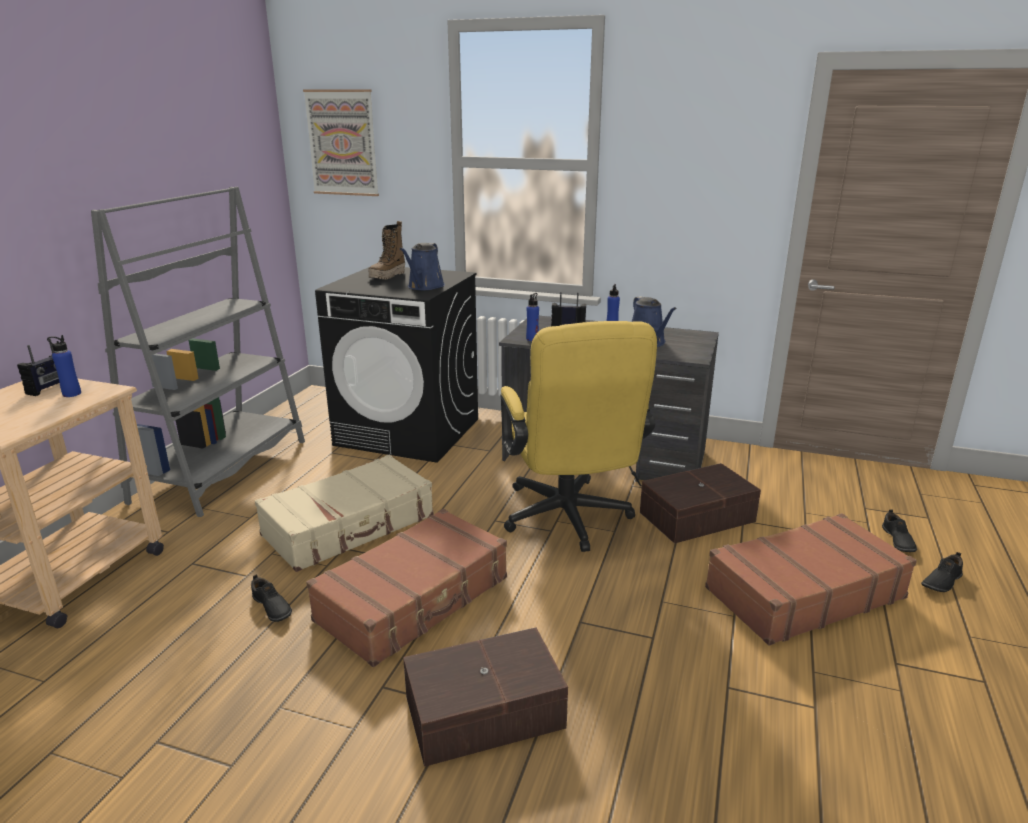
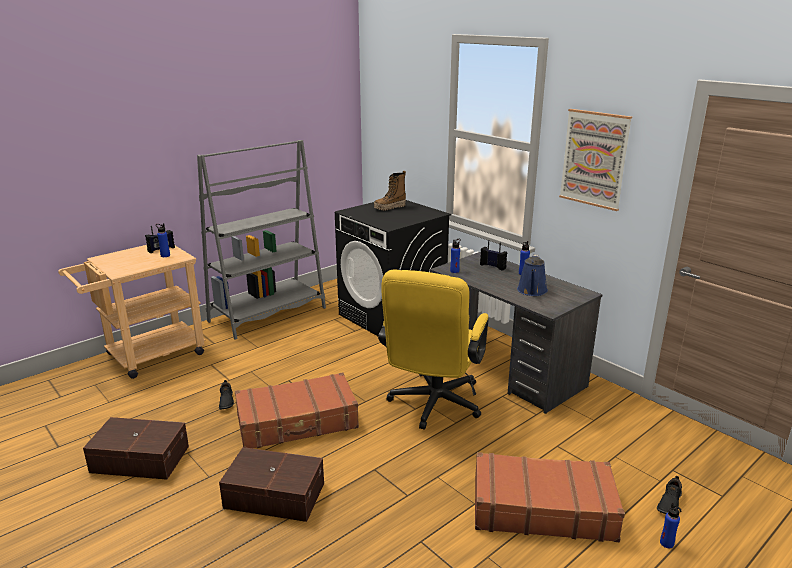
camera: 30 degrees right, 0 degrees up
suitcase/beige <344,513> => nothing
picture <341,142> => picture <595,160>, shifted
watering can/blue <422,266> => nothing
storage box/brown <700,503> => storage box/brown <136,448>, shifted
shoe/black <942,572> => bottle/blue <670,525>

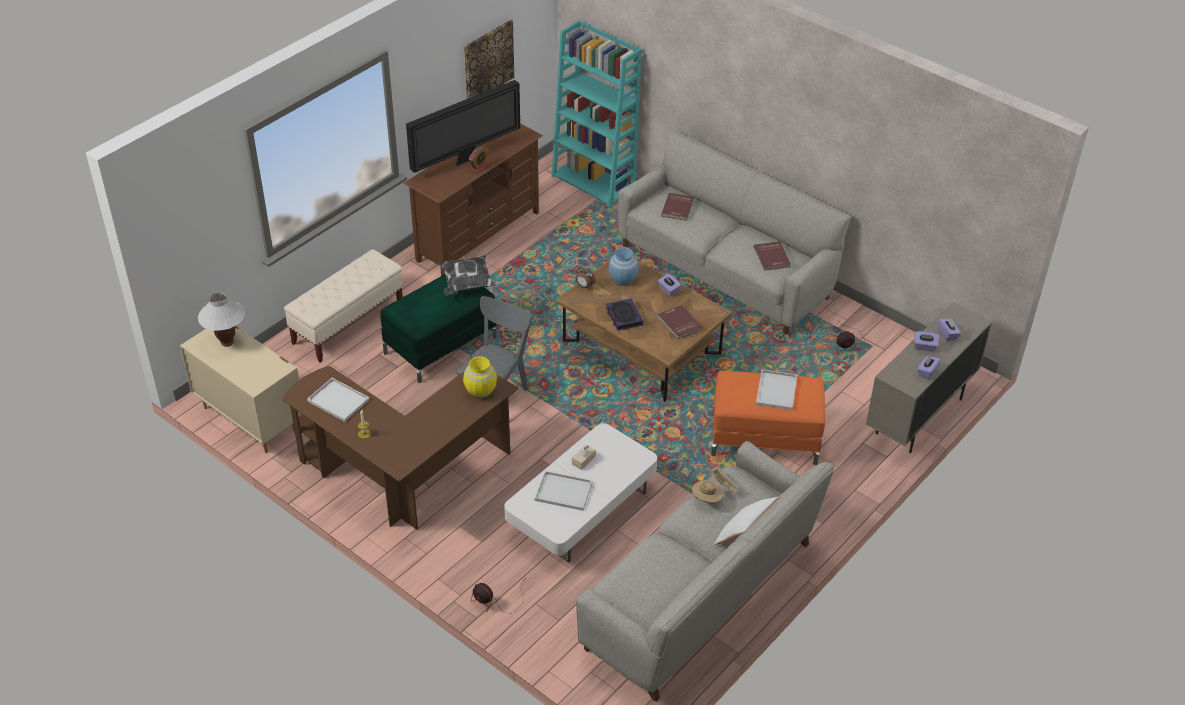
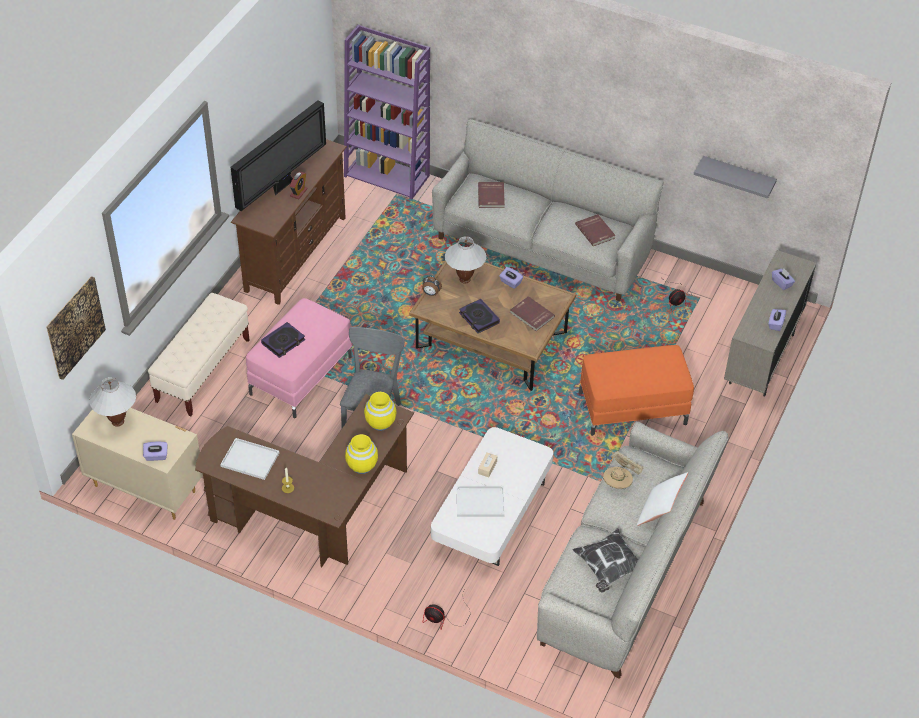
camera: 15 degrees left, 5 degrees up
ottoman/green <439,328> => ottoman/pink <299,358>
pillow <467,275> => pillow <605,560>, shifted
picture <489,59> => picture <76,328>, shifted
bookcase/turquoise <596,113> => bookcase/purple <387,112>
vase/blue <623,266> => table lamp/white <465,260>
tray/white <776,390> => nothing
tissue box/purple <926,341> => tissue box/purple <155,451>, shifted
nothing => book <283,340>
nothing => vase/yellow <361,454>
nothing => shelf/grey <735,177>

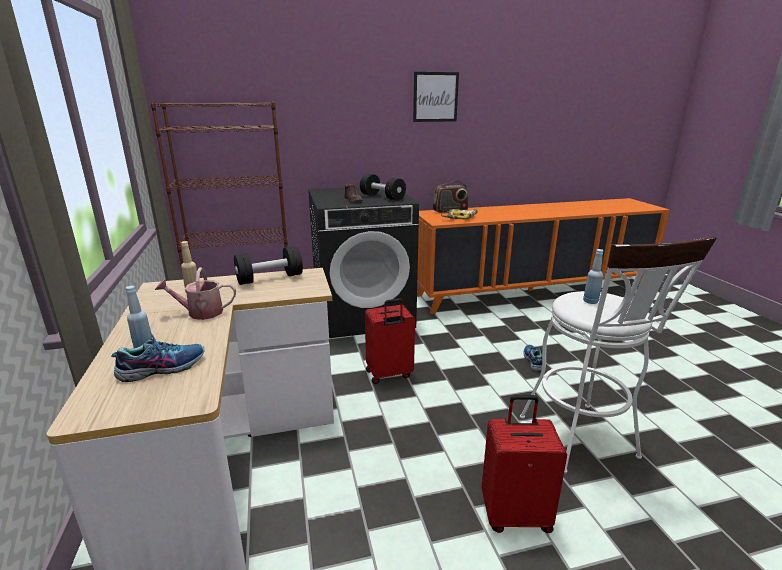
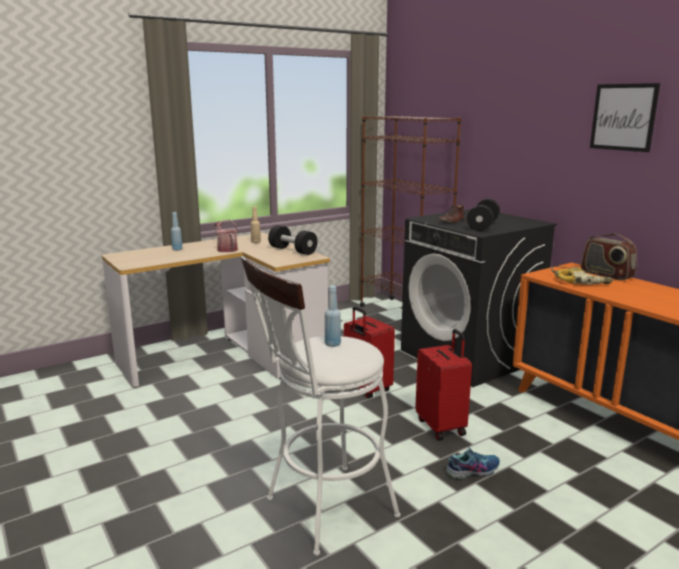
camera: 70 degrees right, 5 degrees down
shoe <158,356> => nothing
suitcase/red <524,464> => suitcase/red <443,385>, shifted

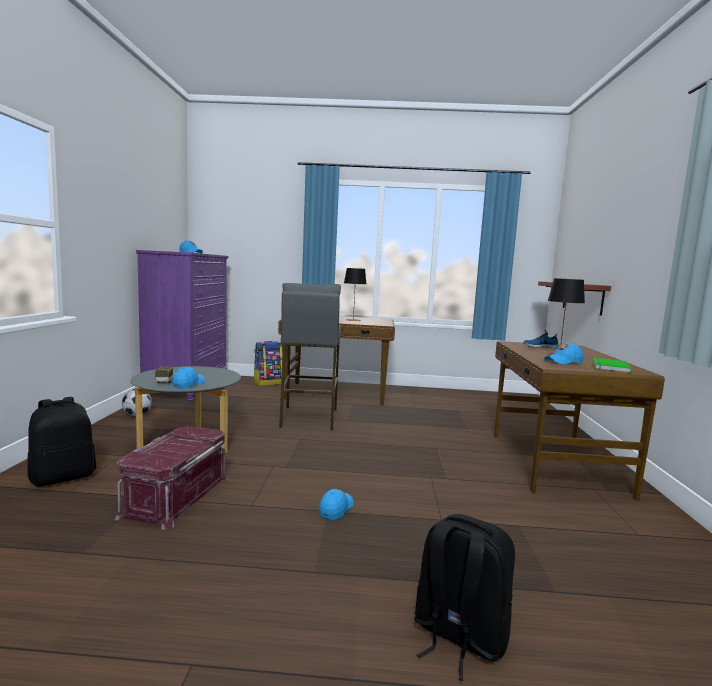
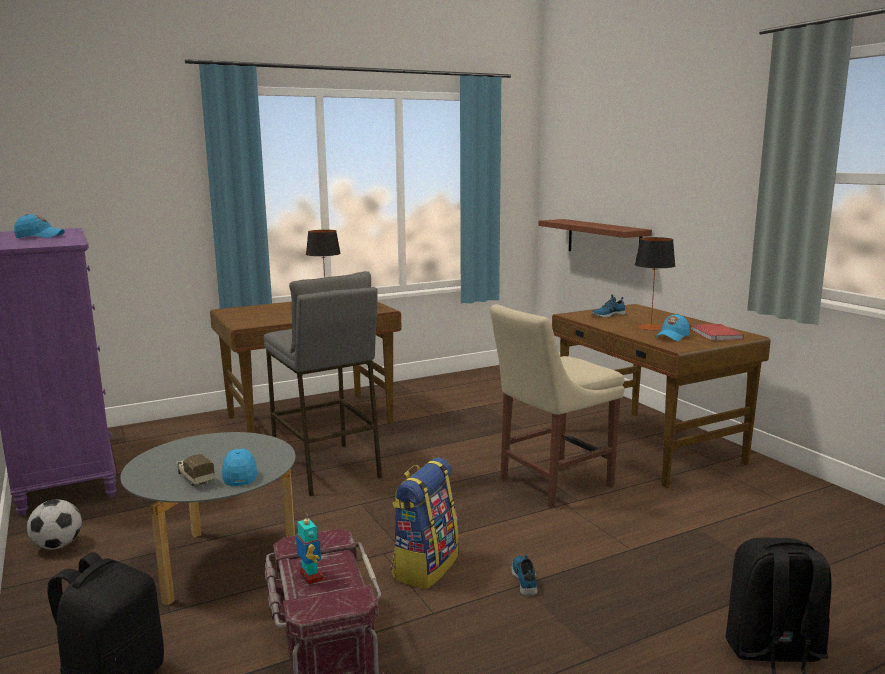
camera: 30 degrees left, 5 degrees up
backpack <268,363> => backpack <425,523>, shifted
cap/blue <336,504> => shoe <525,575>
book/green <612,365> => book/red <717,332>
nothing => toy robot <309,549>
nothing => chair/beige <557,406>

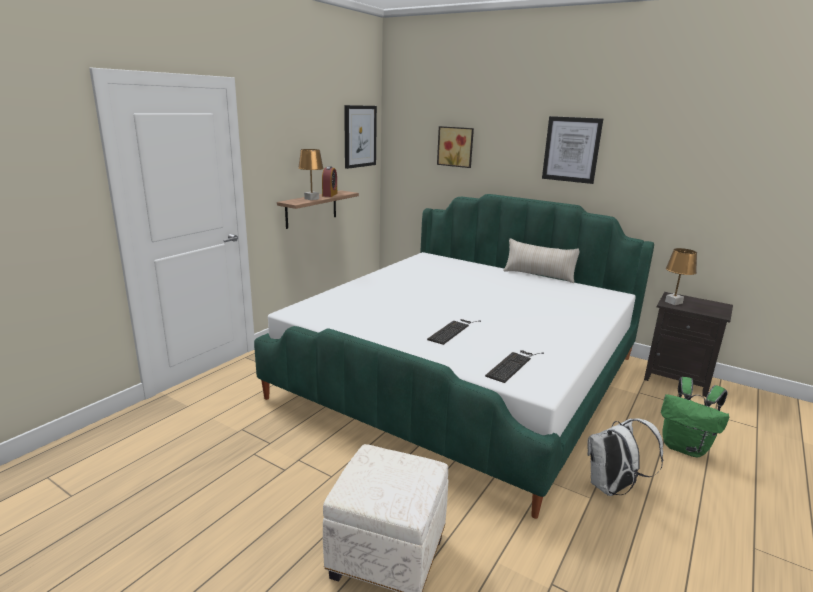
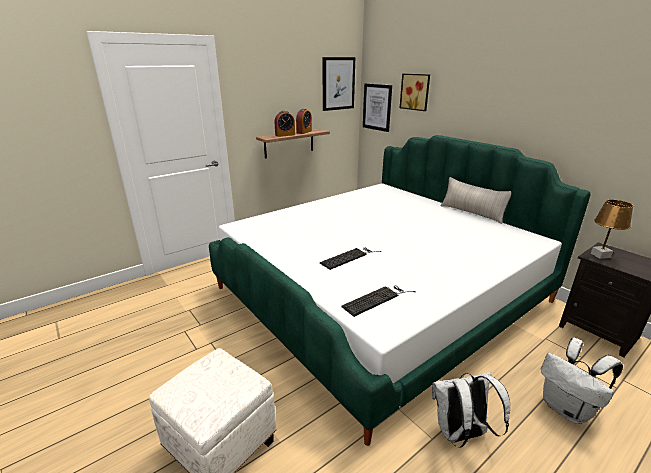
camera: 20 degrees right, 5 degrees up
table lamp/brown <311,174> => alarm clock <285,124>
picture <572,150> => picture <377,107>, shifted
backpack/green <695,417> => backpack/white <582,381>

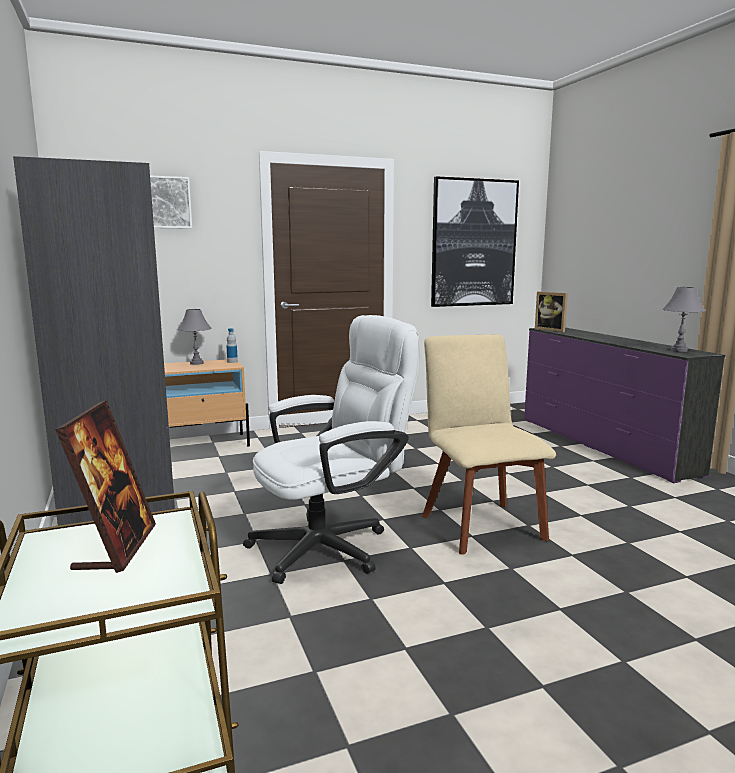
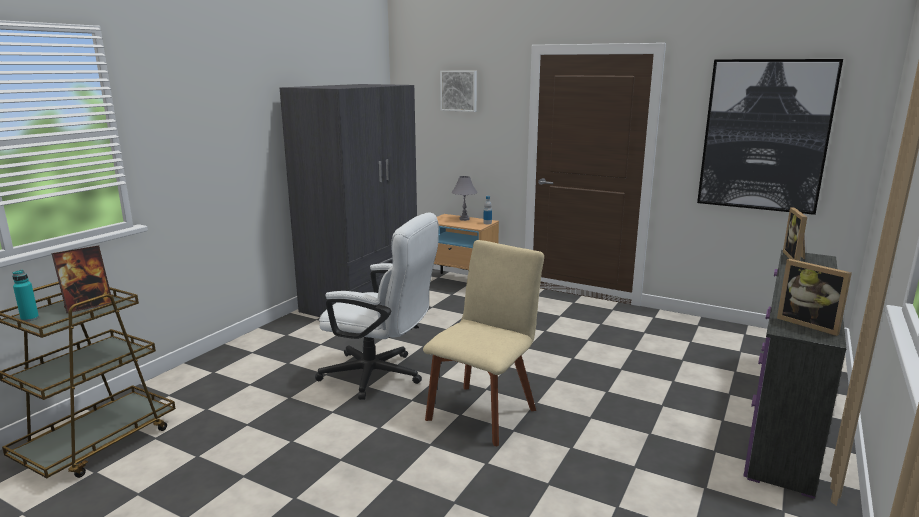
camera: 50 degrees right, 5 degrees up
table lamp/grey <683,319> => picture frame <814,297>
nothing => bottle/turquoise <25,296>

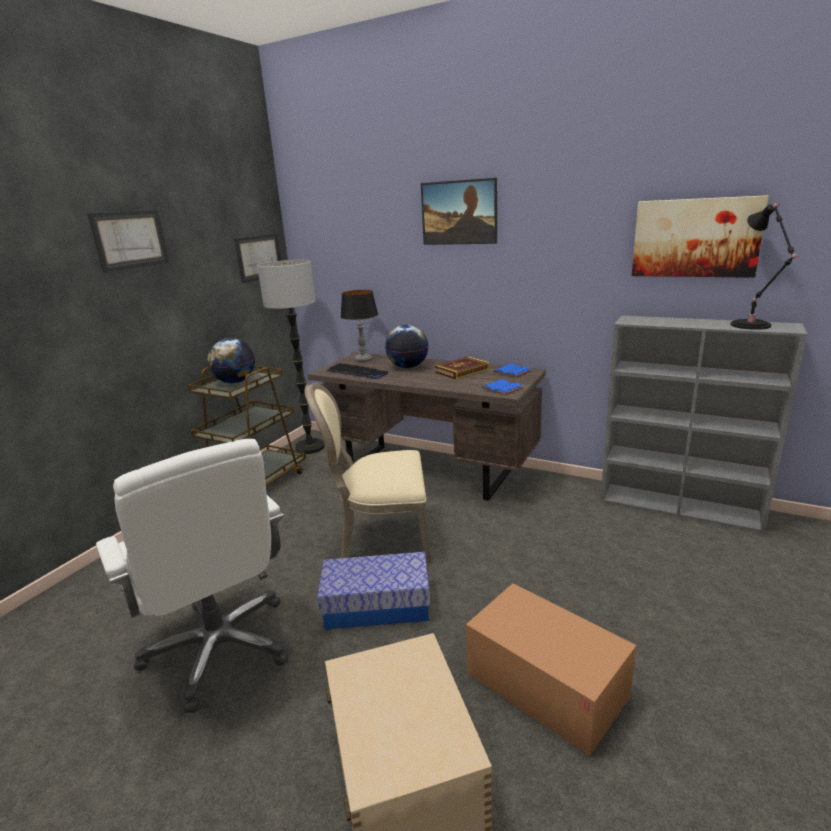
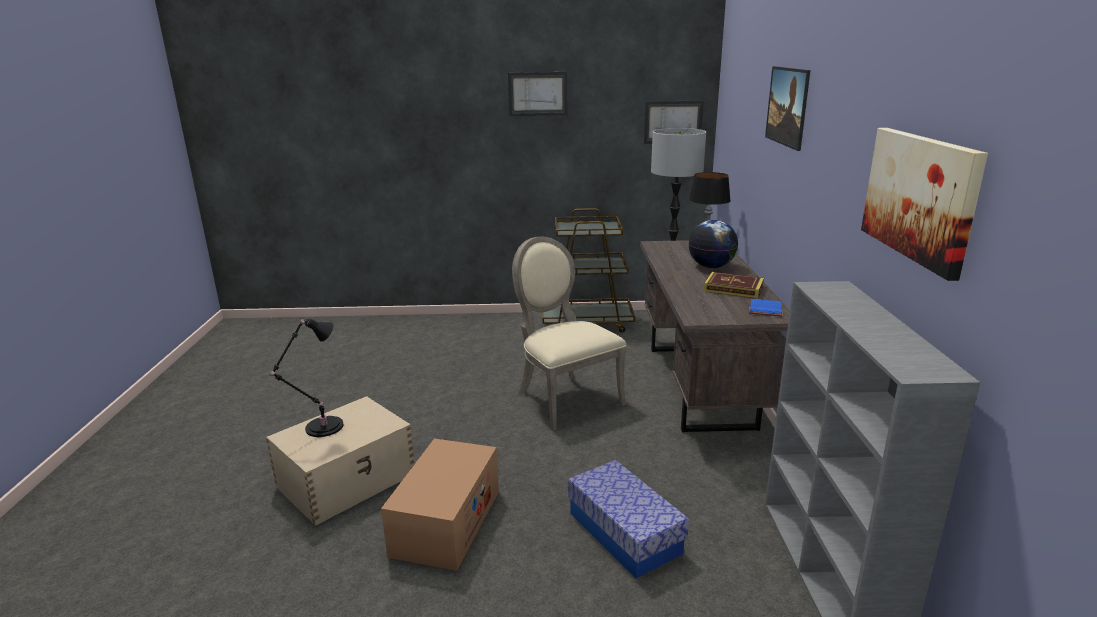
camera: 60 degrees right, 0 degrees up
office chair/white <192,576> => nothing
globe <231,360> => nothing
storage box <373,590> => storage box <628,519>, shifted
keyboard <357,371> => nothing
book/blue <502,387> => nothing
table lamp/black <764,266> => table lamp/black <307,377>, shifted

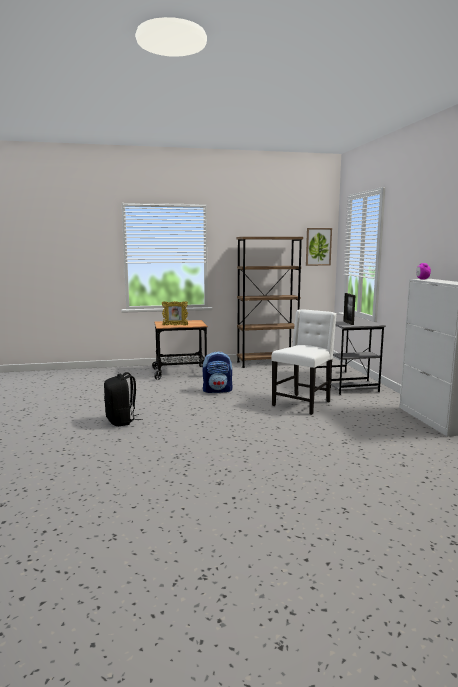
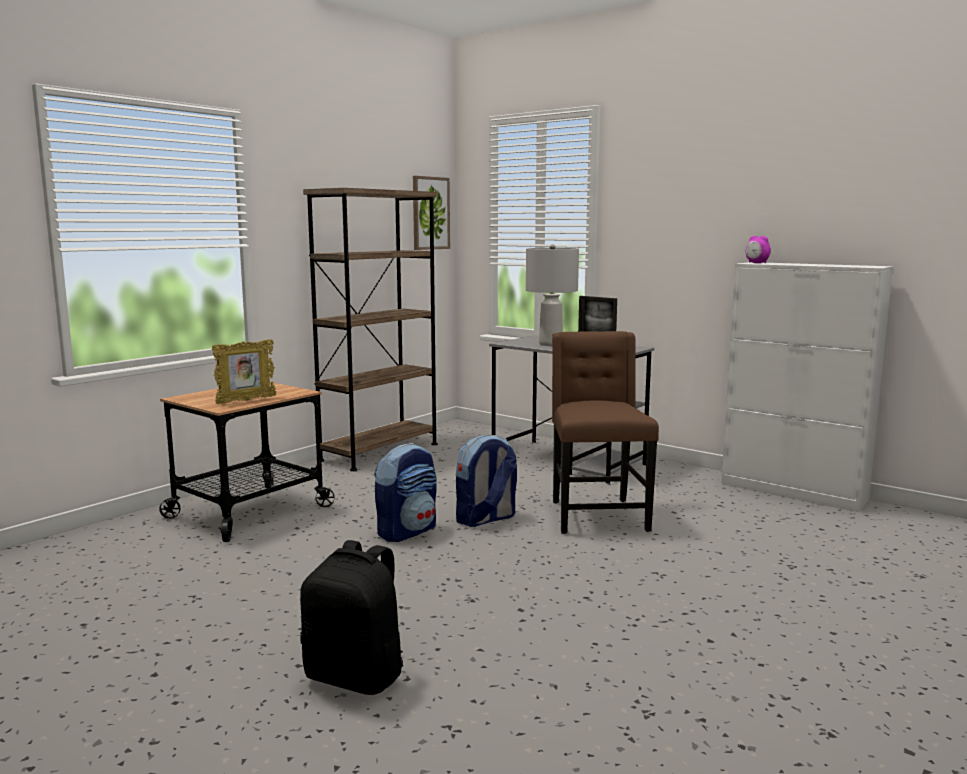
camera: 40 degrees left, 0 degrees up
chair/white <304,362> => chair/brown <605,432>
nothing => backpack <486,481>
nothing => table lamp/grey <552,295>

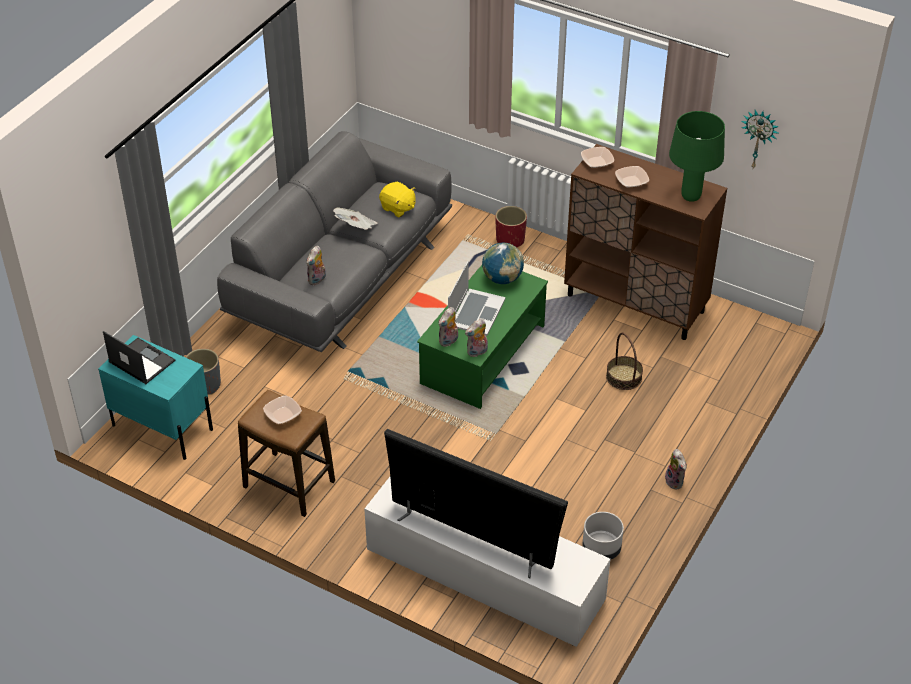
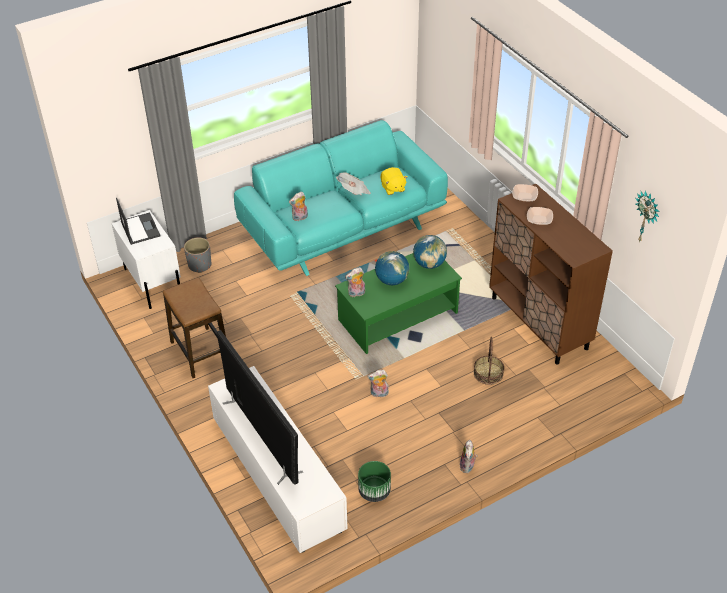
camera: 30 degrees right, 0 degrees up
nightstand/turquoise <155,397> => nightstand/white <146,259>
sofa/grey <334,241> => sofa/turquoise <341,198>
bowl <282,409> => nothing
laptop <477,298> => globe <392,268>
plush toy <476,337> => plush toy <378,383>, shifted
planter/red <511,226> => nothing
planter/grey <603,536> => planter/green <374,481>
table lamp/green <697,156> => nothing

